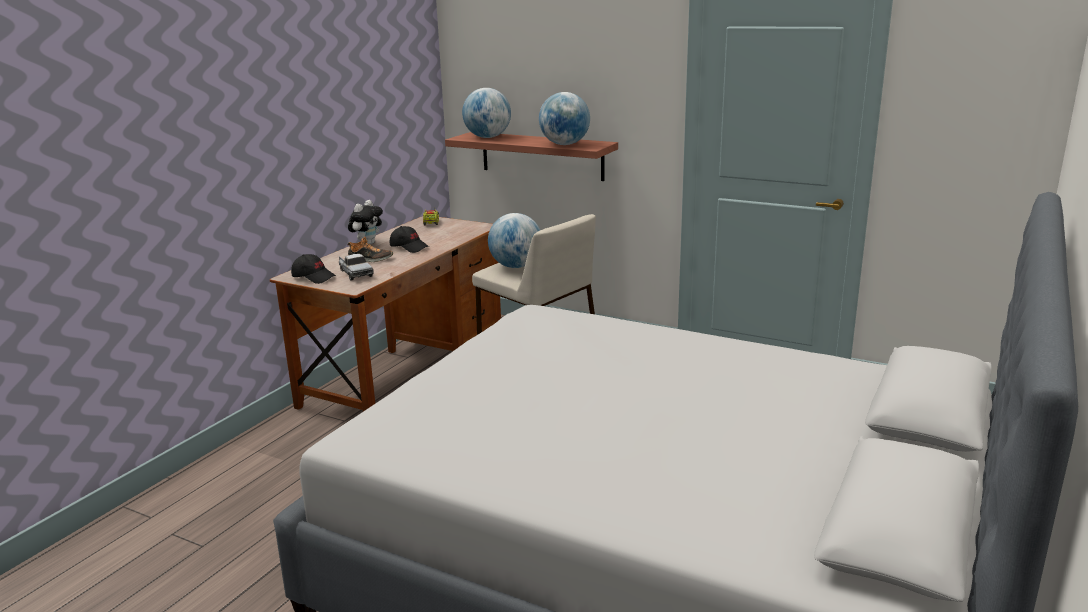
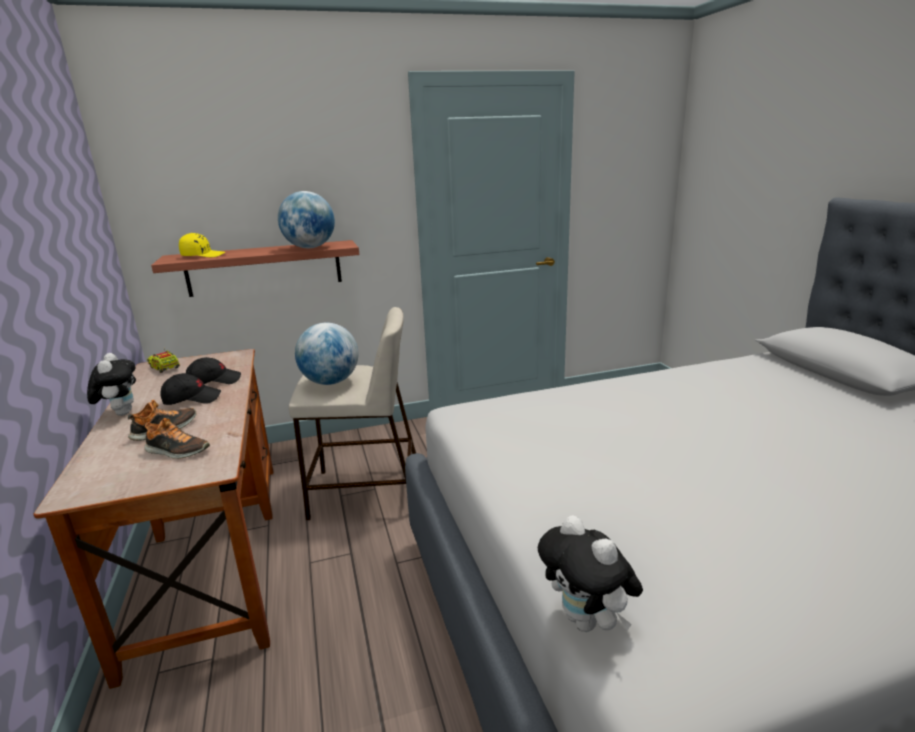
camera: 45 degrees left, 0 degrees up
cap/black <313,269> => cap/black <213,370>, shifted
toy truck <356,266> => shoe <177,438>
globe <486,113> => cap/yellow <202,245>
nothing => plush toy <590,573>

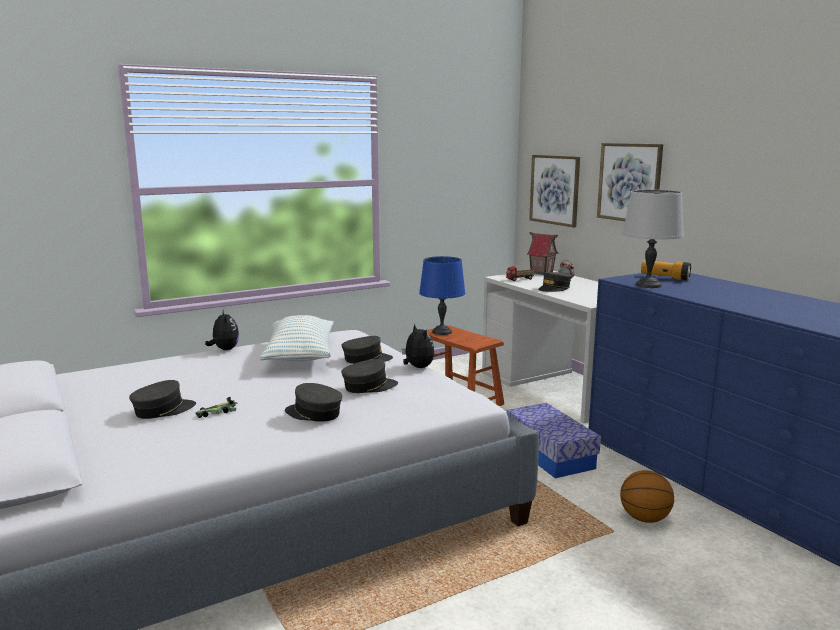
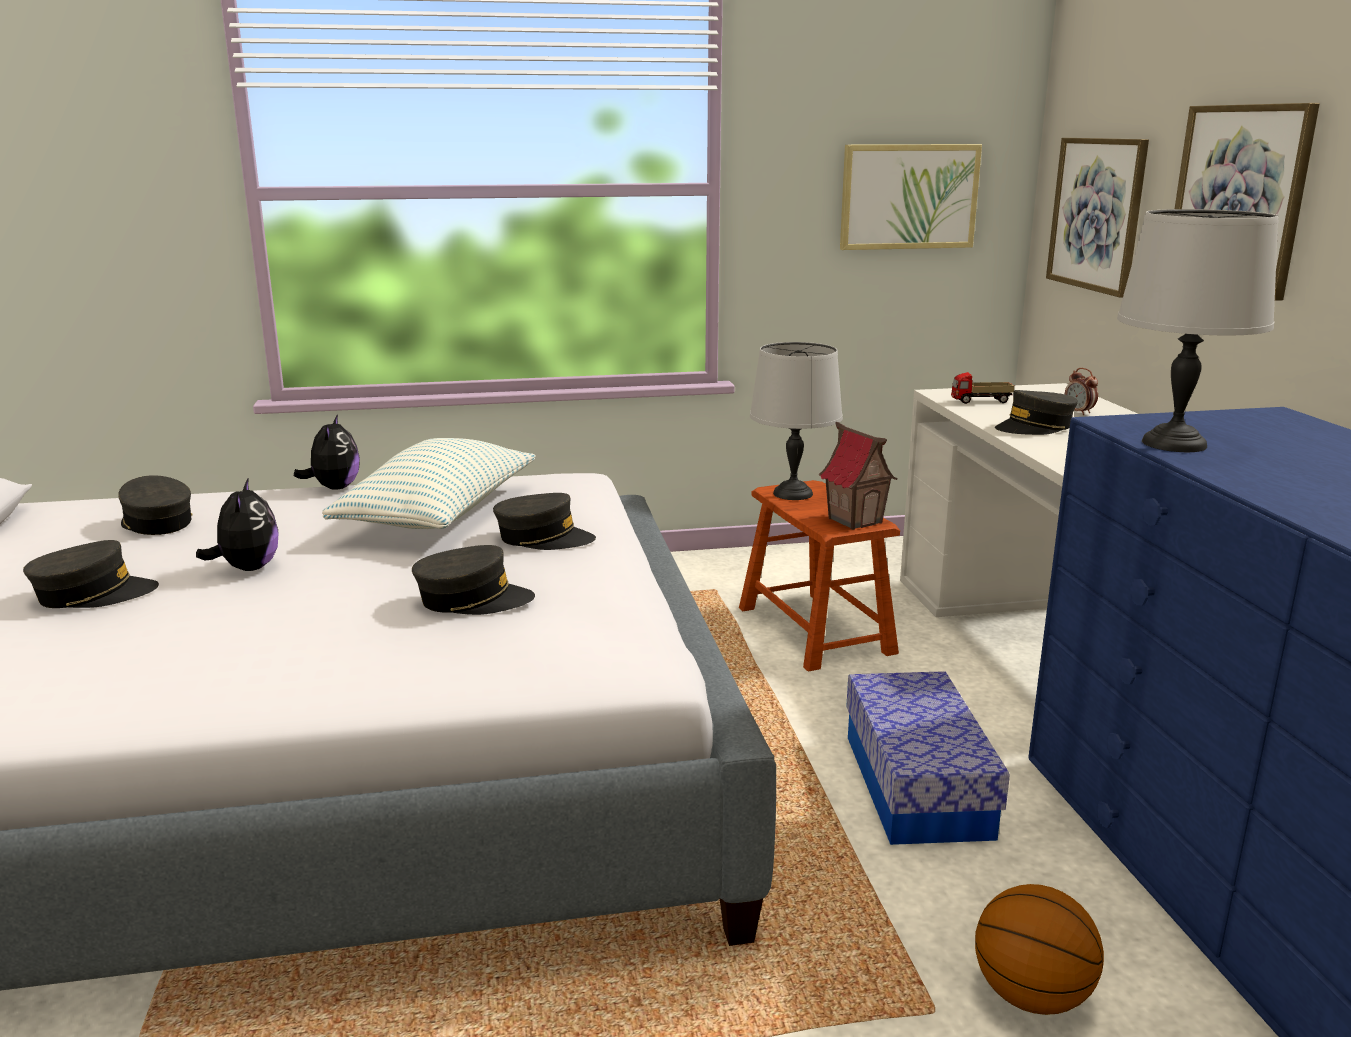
camera: 20 degrees right, 5 degrees up
toy car <216,407> => nothing
cap/grey <313,402> => cap/grey <155,505>, shifted
plush toy <418,346> => plush toy <237,524>, shifted
table lamp/blue <442,295> => table lamp/grey <796,421>
toy house <542,253> => toy house <858,476>, shifted
flashlight <666,270> => nothing
nothing => picture <911,197>

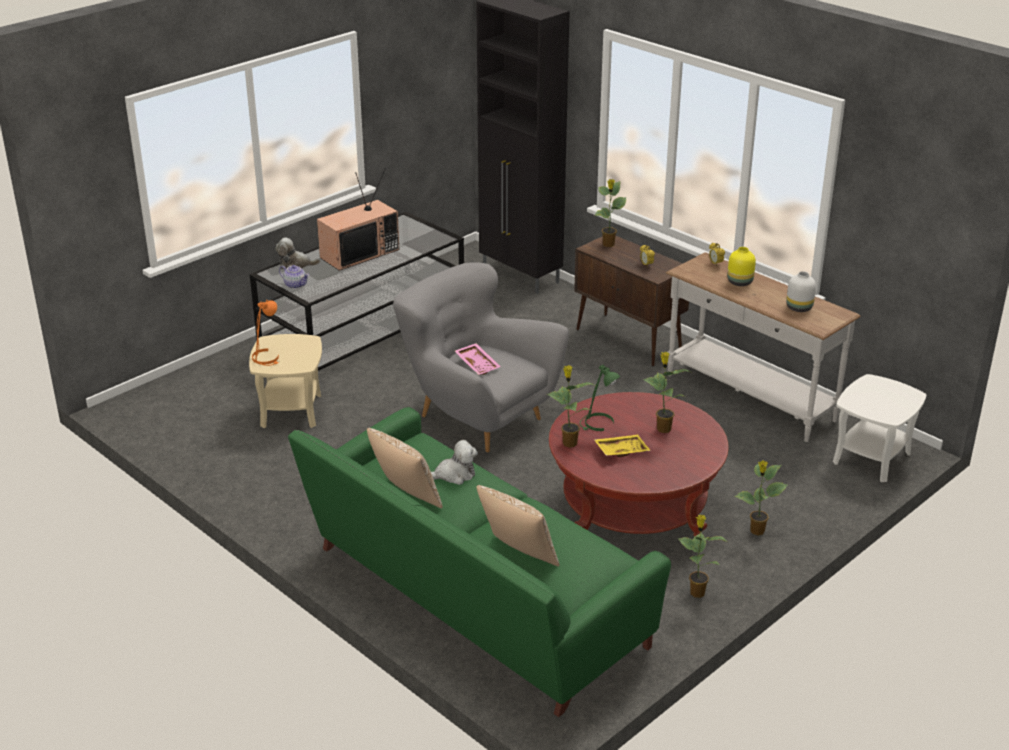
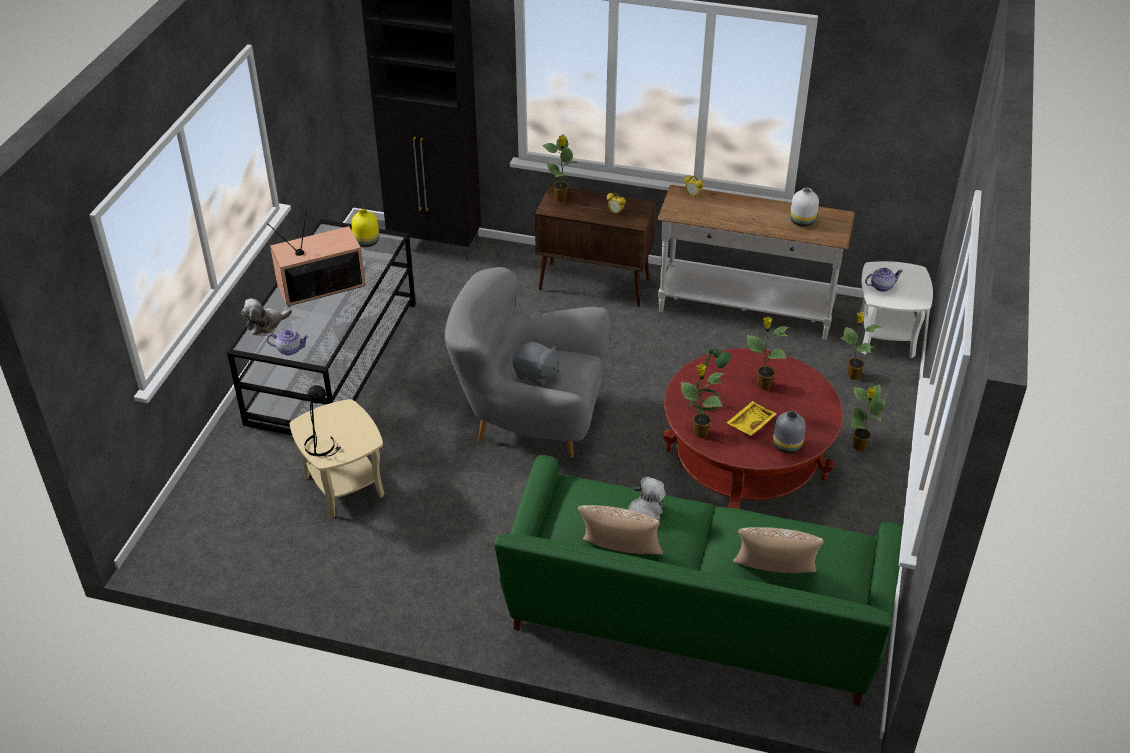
camera: 30 degrees left, 10 degrees up
table lamp/orange <265,333> => table lamp/black <322,420>
television <358,219> => television <316,257>, 135 degrees counterclockwise
tray/pink <478,359> => plush toy/grey <536,364>
potted plant <703,556> => potted plant <860,346>, shifted
vase/yellow <741,266> => vase/yellow <365,228>, shifted
nothing => vase/grey <789,432>
nothing => teapot <884,279>

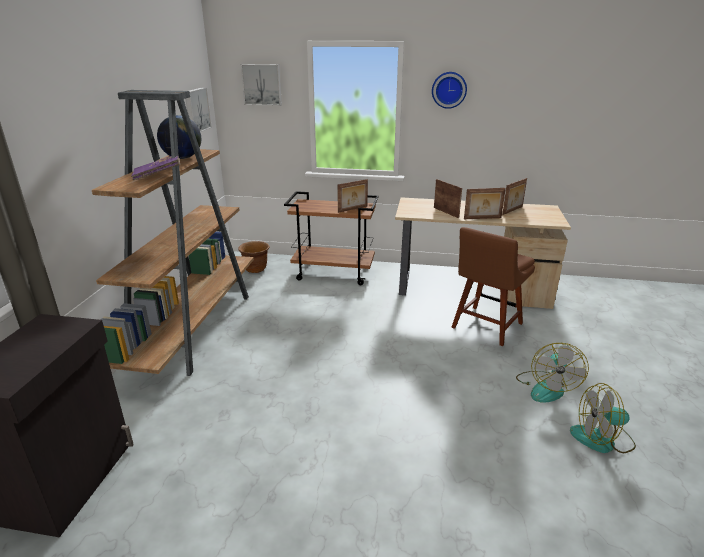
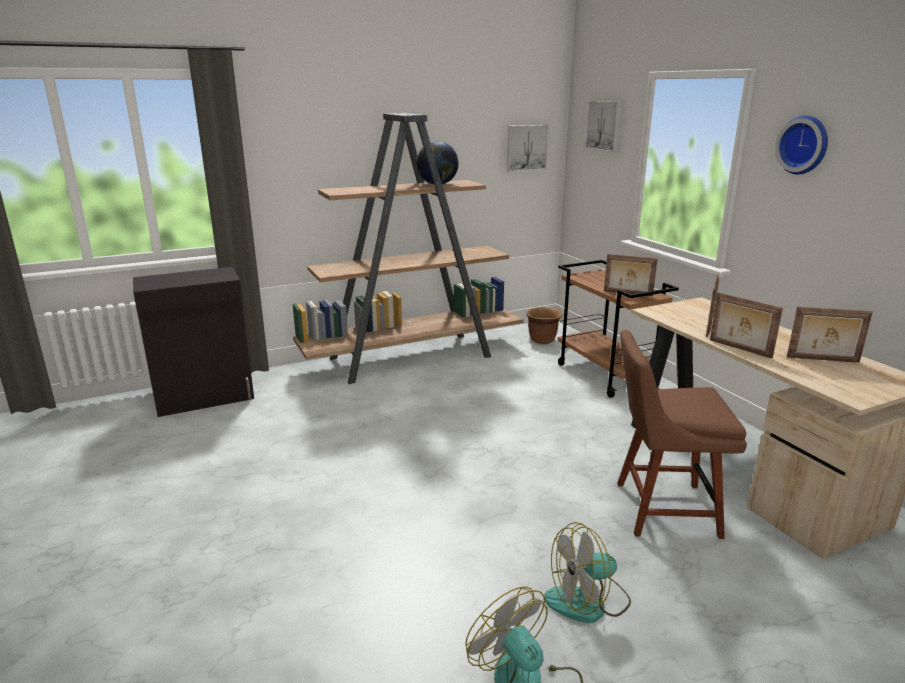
camera: 55 degrees right, 5 degrees down
book/purple <155,168> => nothing

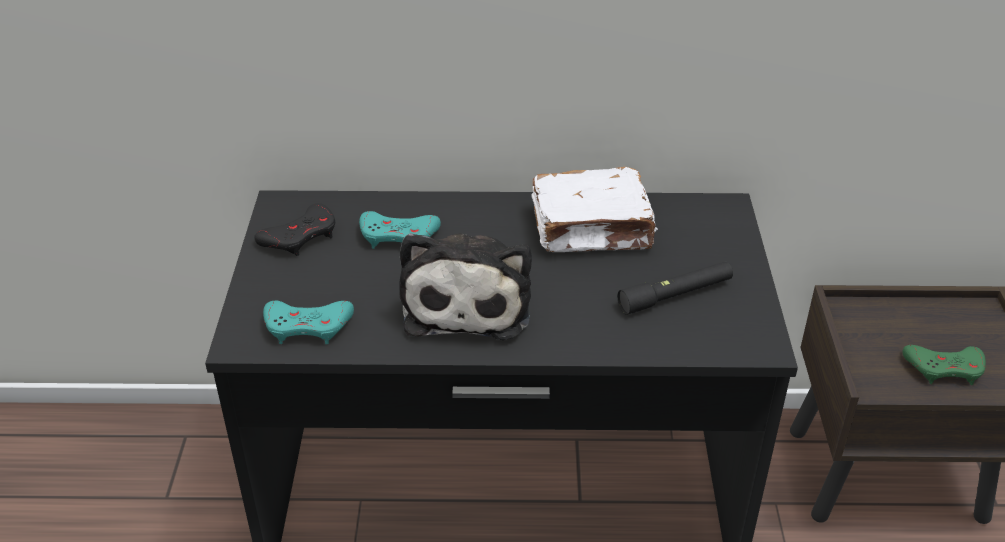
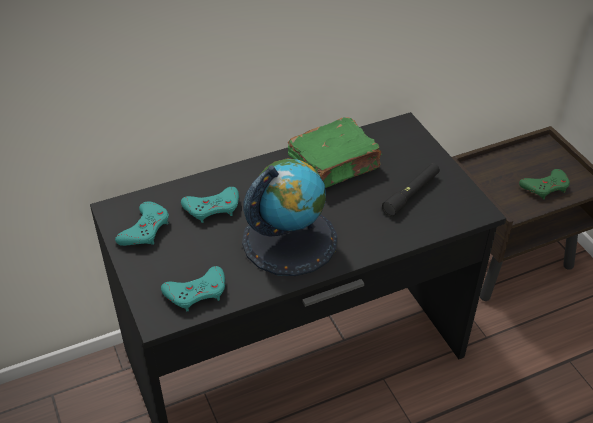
camera: 25 degrees left, 5 degrees up
game controller/black <294,229> => game controller/turquoise <142,224>
plush toy <465,286> => globe <289,217>
book/white <594,209> => book/green <335,152>

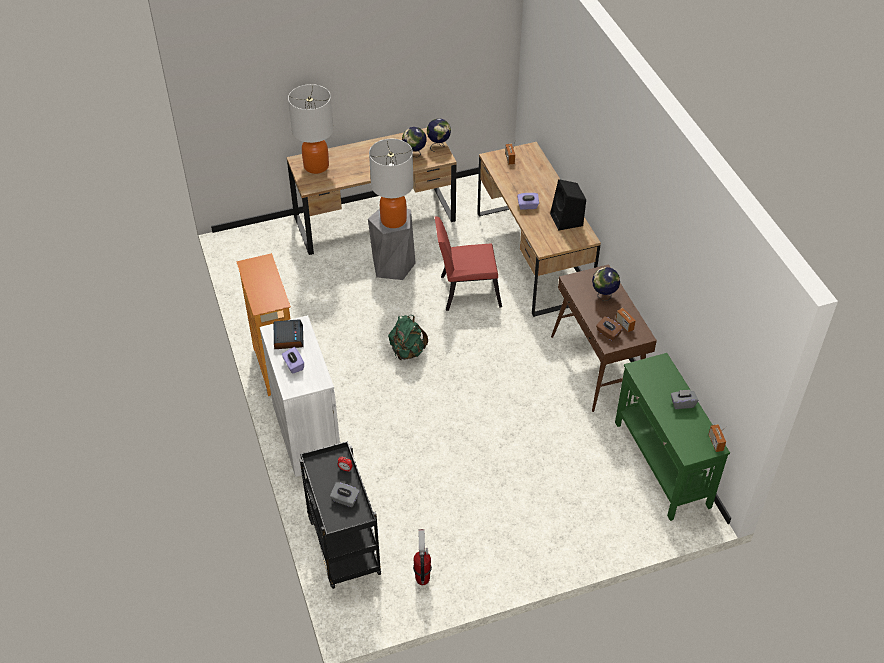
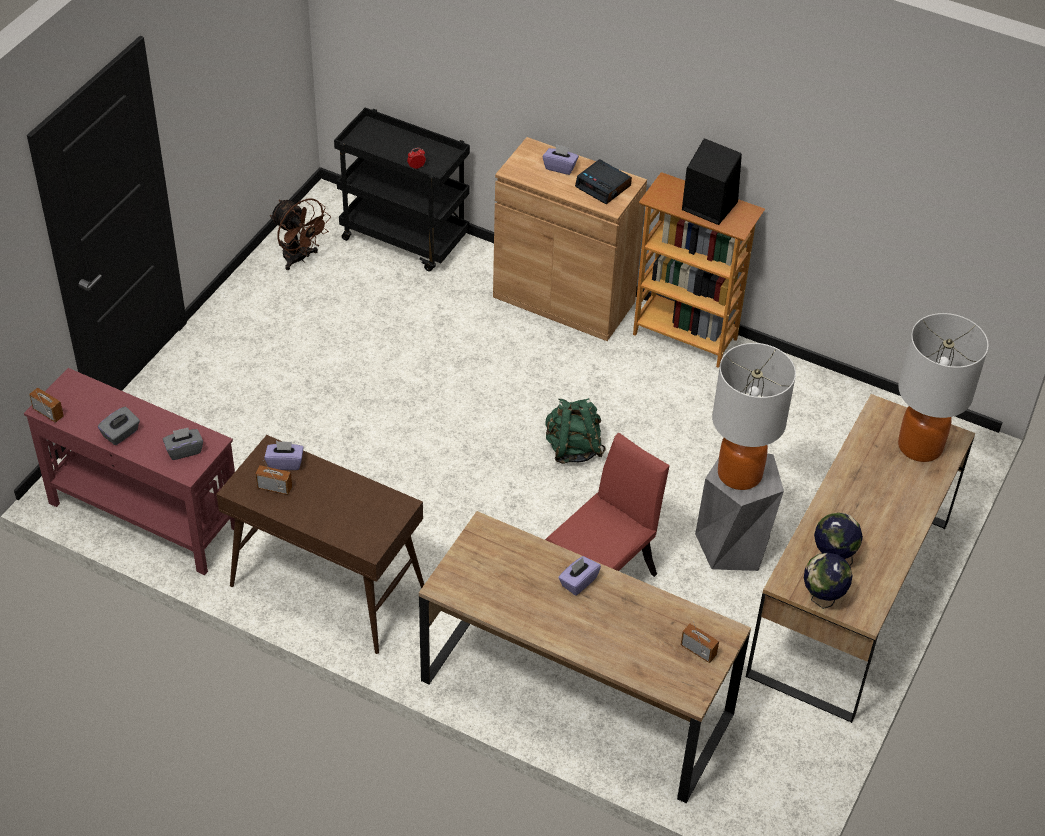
camera: 135 degrees right, 0 degrees up
cabinet/white <300,396> => cabinet/brown <570,239>
tissue box/grey <345,494> => tissue box/grey <183,443>, shifted
fire extinguisher <422,557> => fan/brown <300,234>
speaker/black <568,205> => speaker/black <712,182>, shifted
globe <606,284> => nothing
tissue box/brown <609,328> => tissue box/purple <284,455>
console table/green <672,437> => console table/red <129,471>

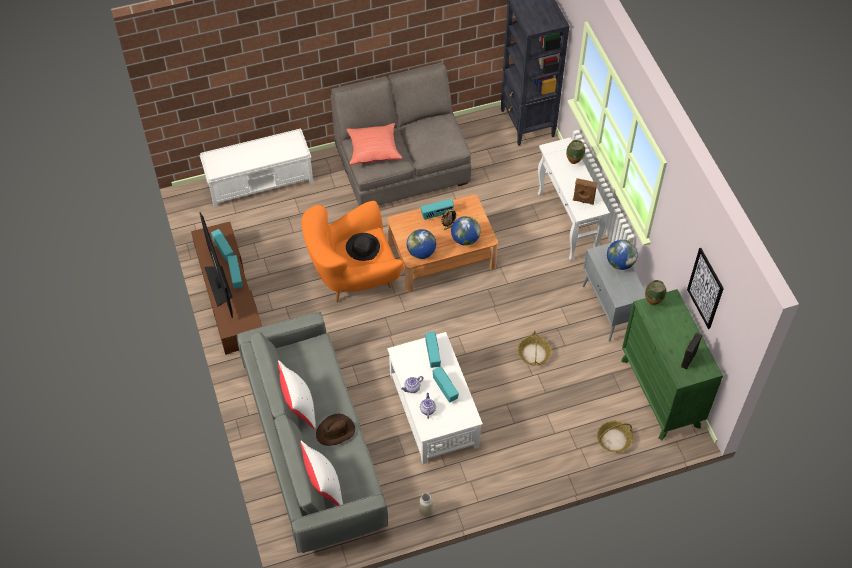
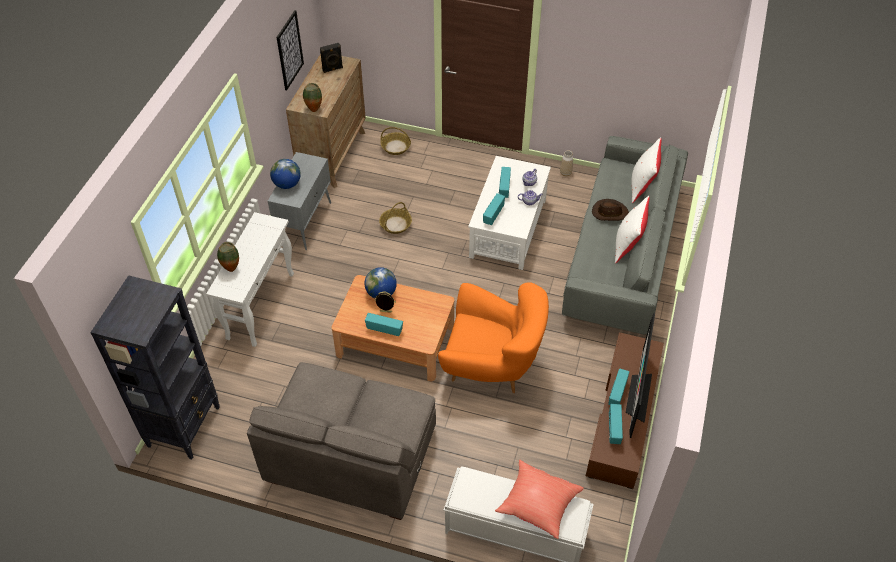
camera: 145 degrees left, 5 degrees down
hat/black <363,247> => nothing
pillow/red <374,144> => pillow/red <539,499>, shifted
globe <421,244> => nothing
speaker/brown <585,191> => nothing
dresser/green <672,364> => dresser/brown <326,121>

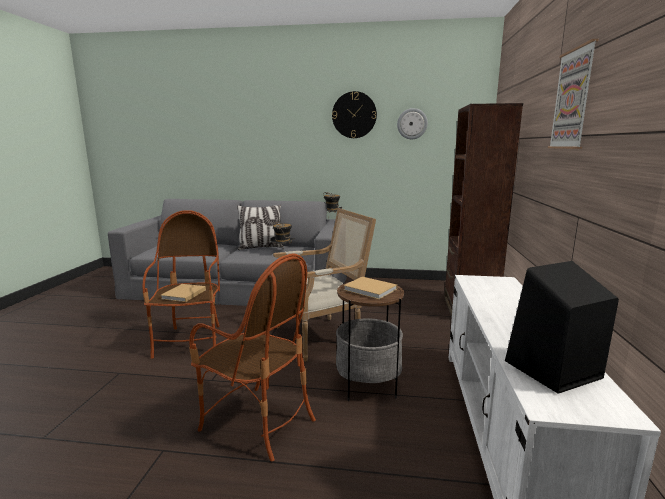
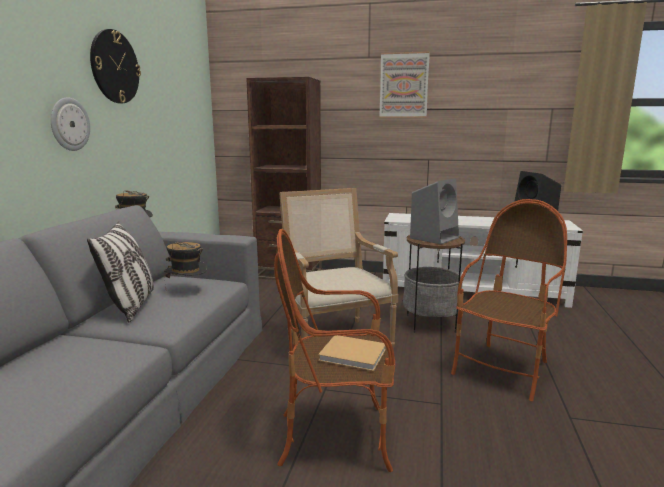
camera: 85 degrees left, 0 degrees up
book/beige <370,288> => speaker/grey <434,211>
wall clock <412,123> => wall clock <70,124>, shifted

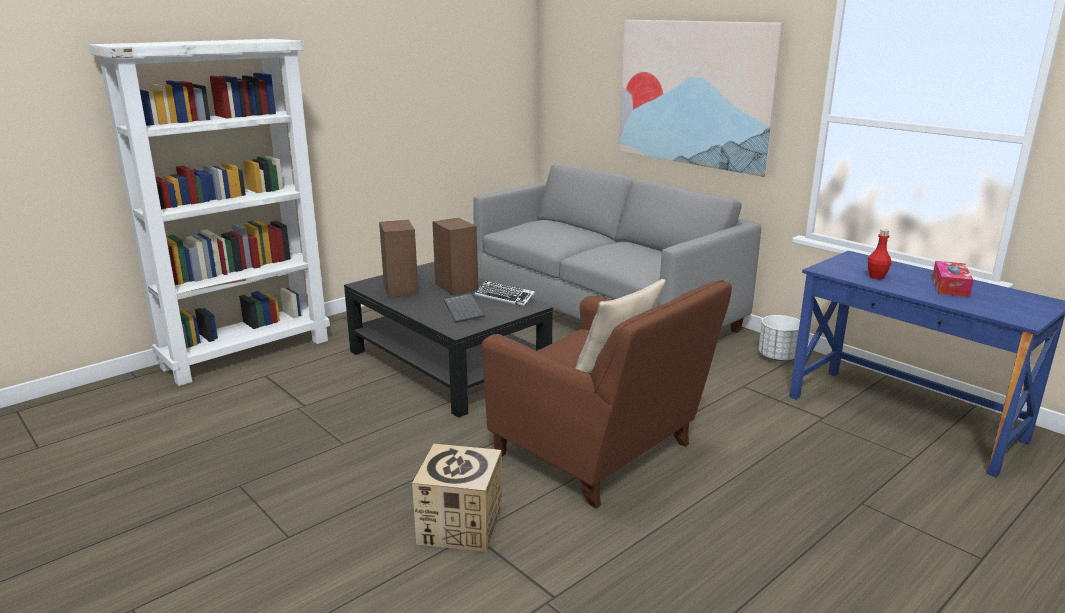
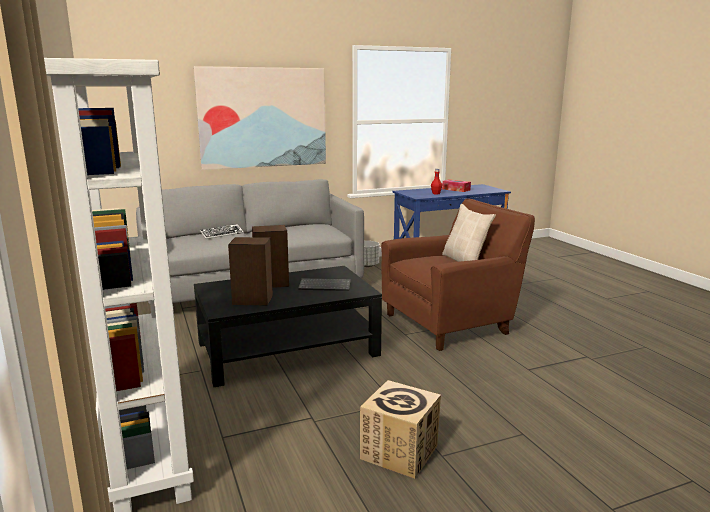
camera: 70 degrees left, 5 degrees down
cardboard box <457,498> => cardboard box <400,429>, shifted
keyboard <505,294> => keyboard <222,231>, shifted

